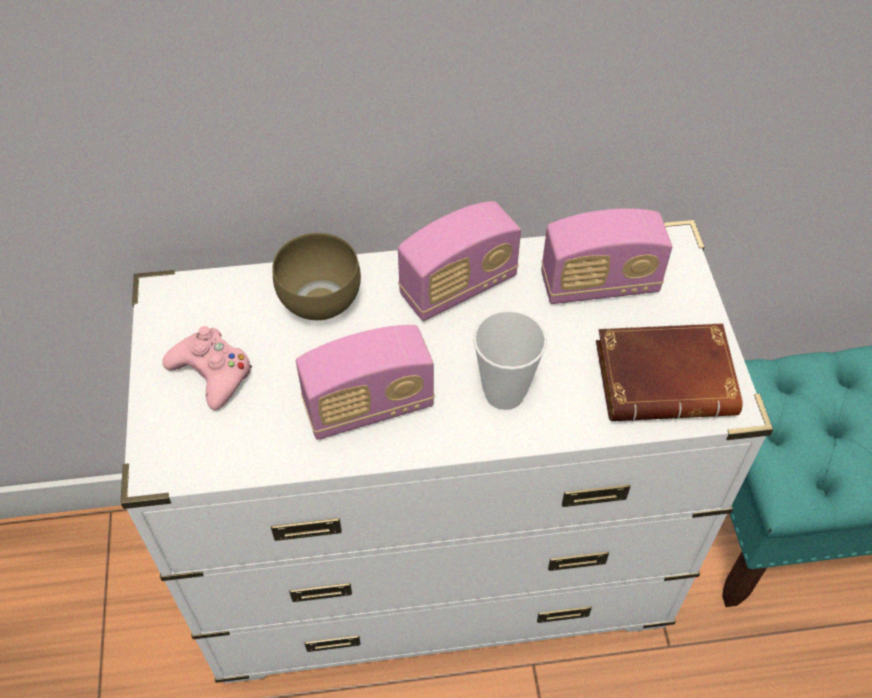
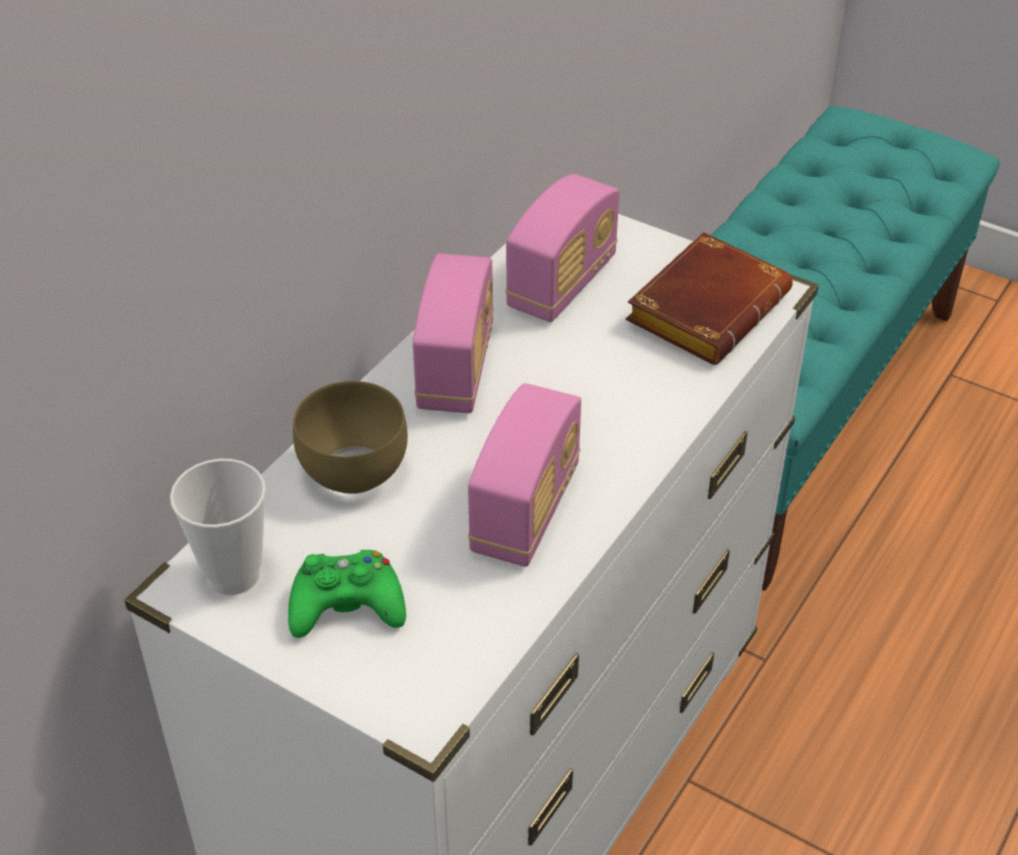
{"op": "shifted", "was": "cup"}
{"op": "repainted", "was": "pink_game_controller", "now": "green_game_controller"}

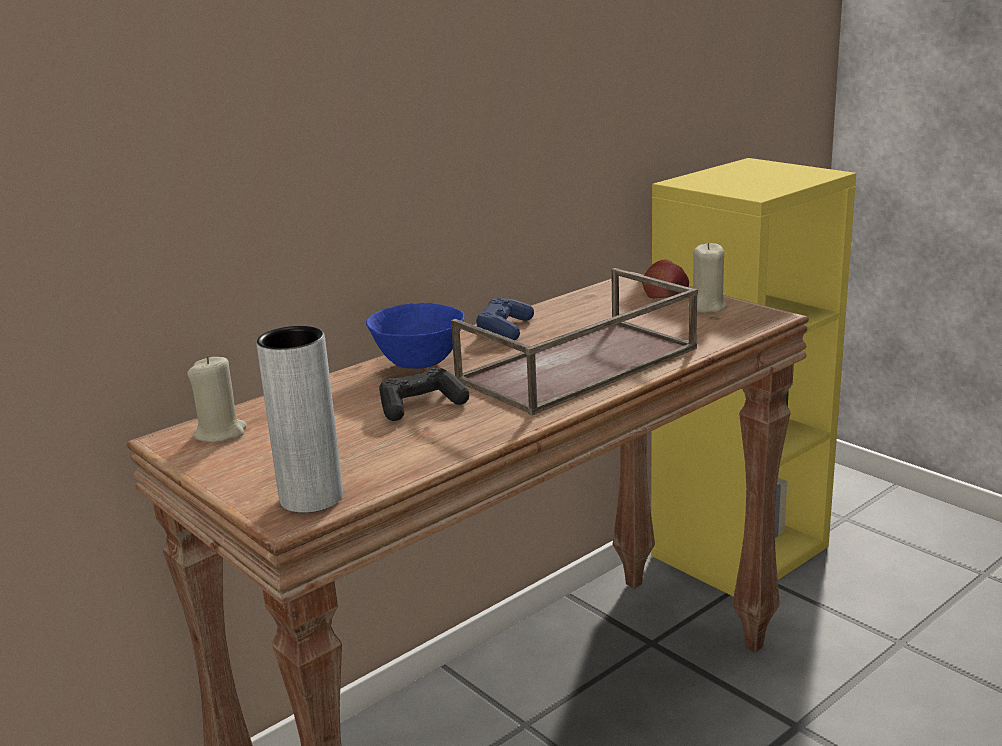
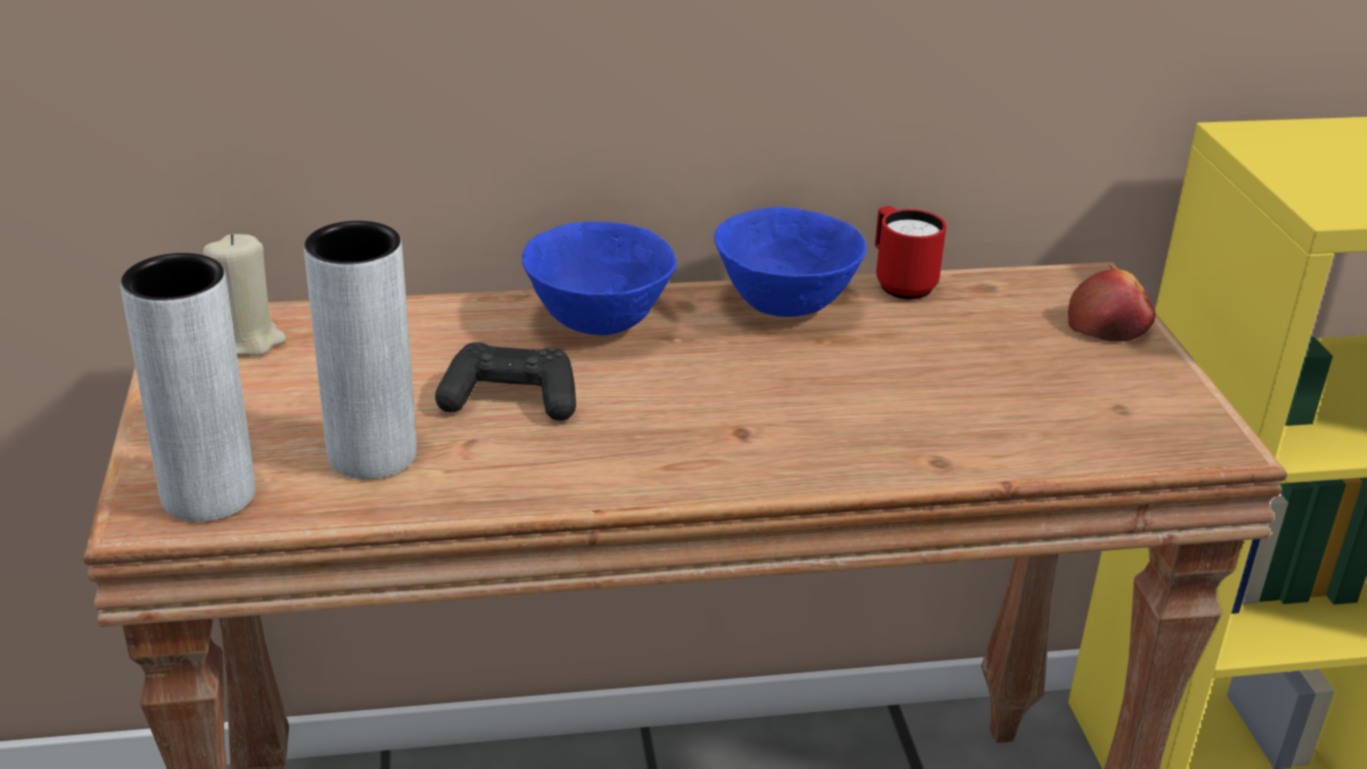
{"op": "new", "now": "grey_vase (no. 2 from left)"}
{"op": "swapped", "was": "blue_game_controller", "now": "blue_bowl (no. 2 from left)"}
{"op": "new", "now": "red_mug"}
{"op": "gone", "was": "brown_tray"}
{"op": "gone", "was": "beige_candle (no. 2 from left)"}

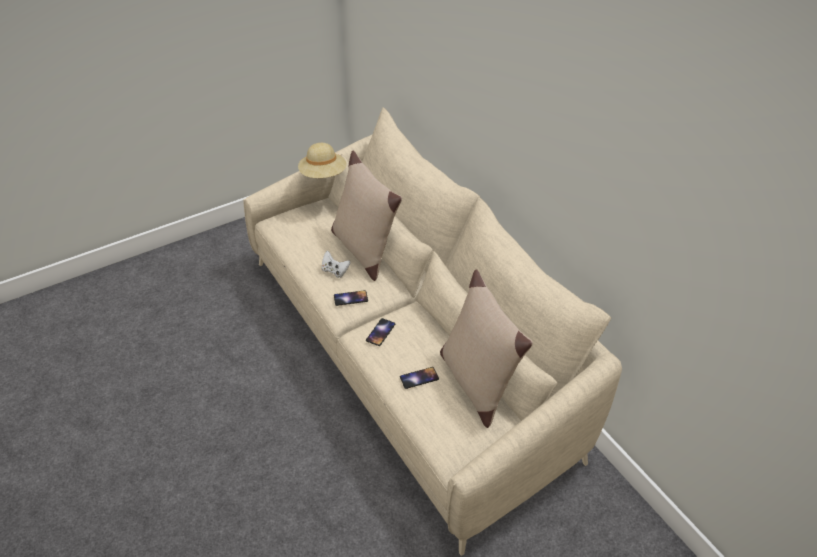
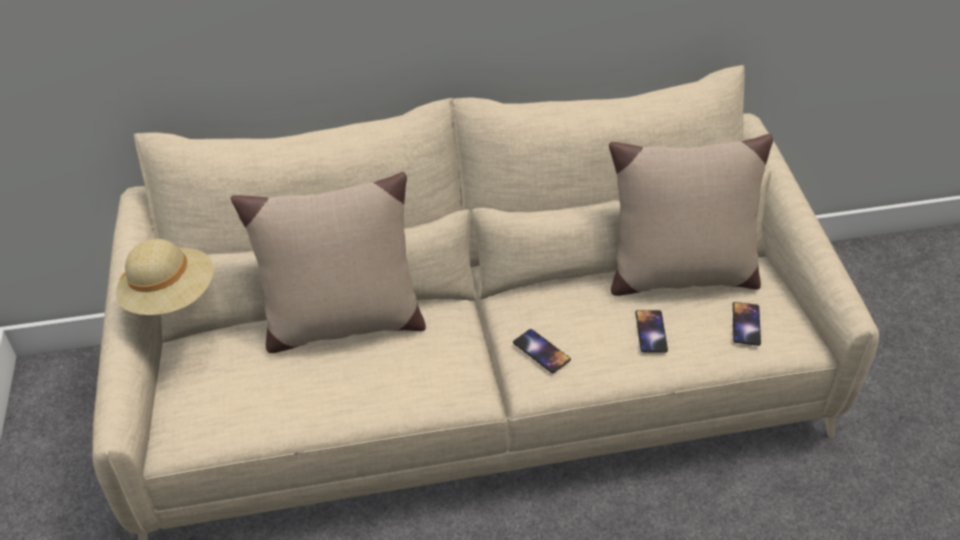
{"op": "shifted", "was": "phone (no. 1 from left in the first image)", "now": "phone (no. 3 from left)"}
{"op": "gone", "was": "white_game_controller"}

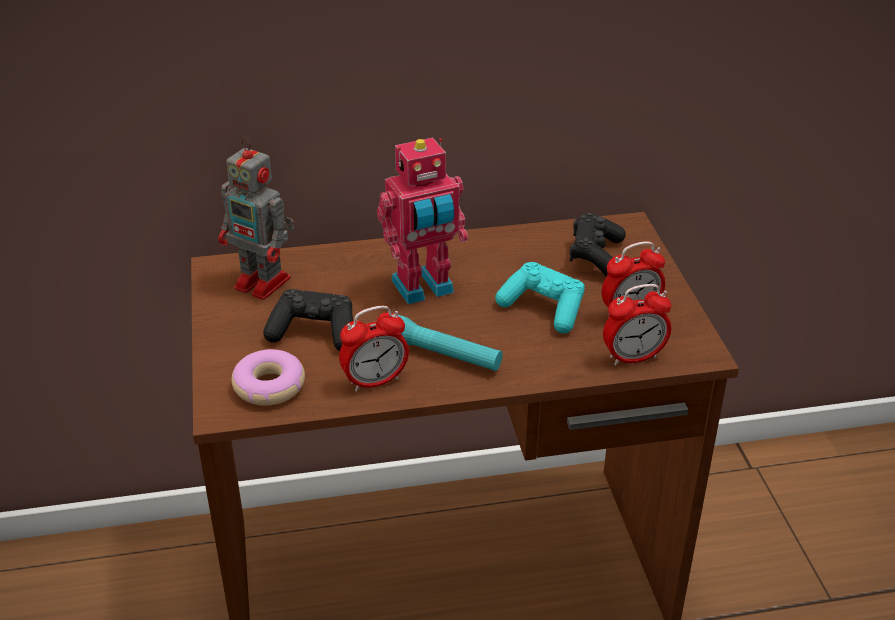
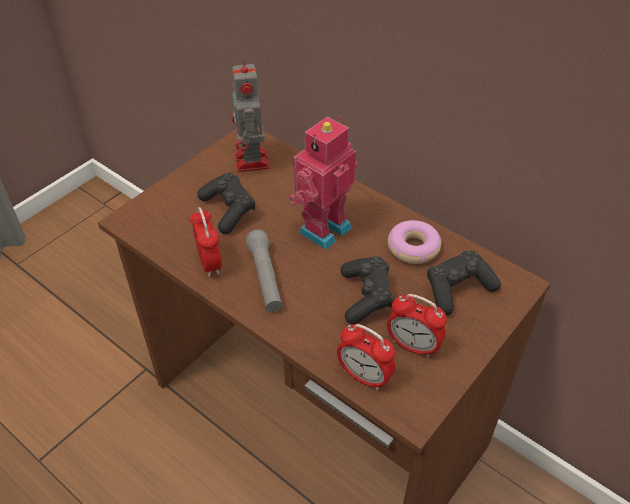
{"op": "rotated", "was": "alarm_clock (no. 1 from left)", "clockwise": -135}
{"op": "repainted", "was": "turquoise_flashlight", "now": "grey_flashlight"}
{"op": "rotated", "was": "toy_robot (no. 2 from left)", "clockwise": 105}
{"op": "repainted", "was": "turquoise_game_controller", "now": "black_game_controller (no. 2 from left)"}
{"op": "shifted", "was": "donut"}

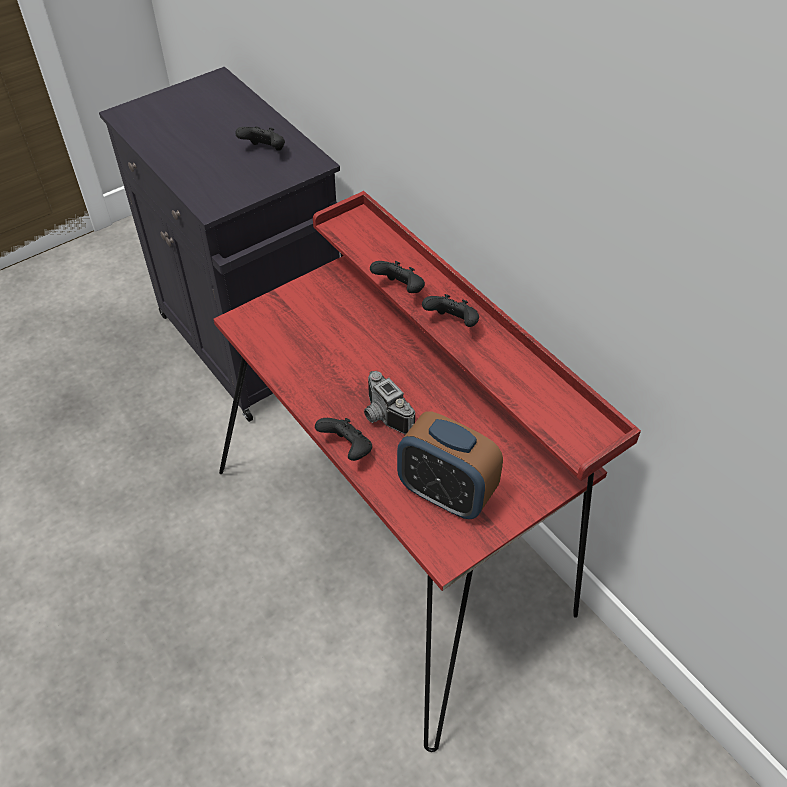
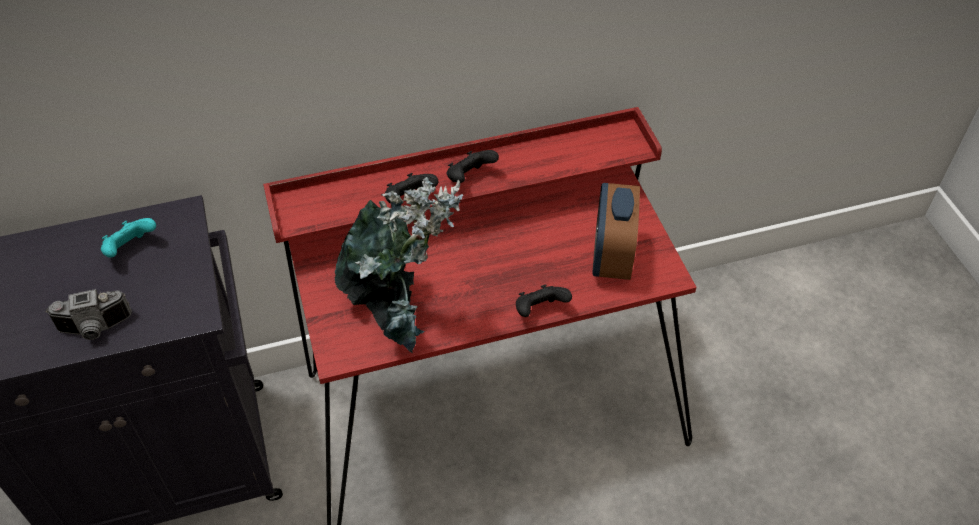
{"op": "shifted", "was": "photo_camera"}
{"op": "repainted", "was": "black_game_controller (no. 1 from left)", "now": "turquoise_game_controller"}
{"op": "new", "now": "potted_plant"}
{"op": "rotated", "was": "alarm_clock", "clockwise": 135}

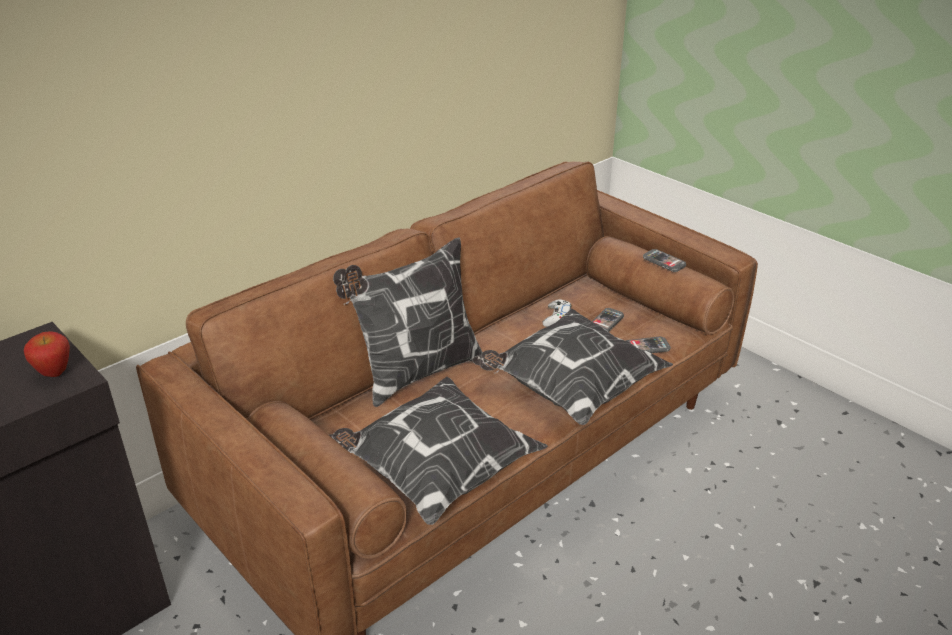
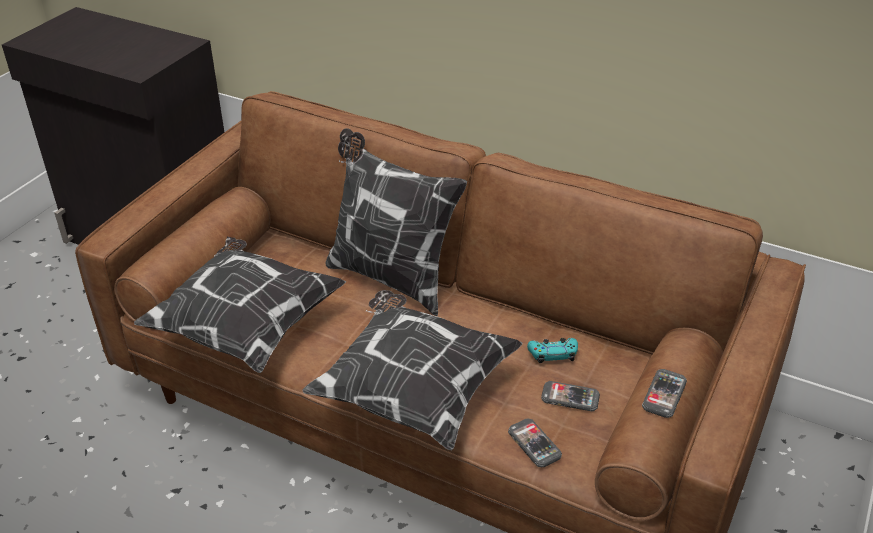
{"op": "repainted", "was": "white_game_controller", "now": "turquoise_game_controller"}
{"op": "gone", "was": "apple"}

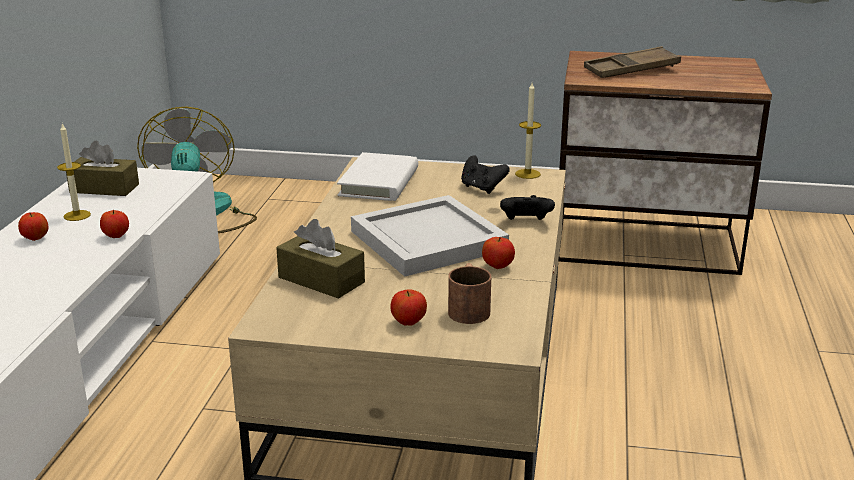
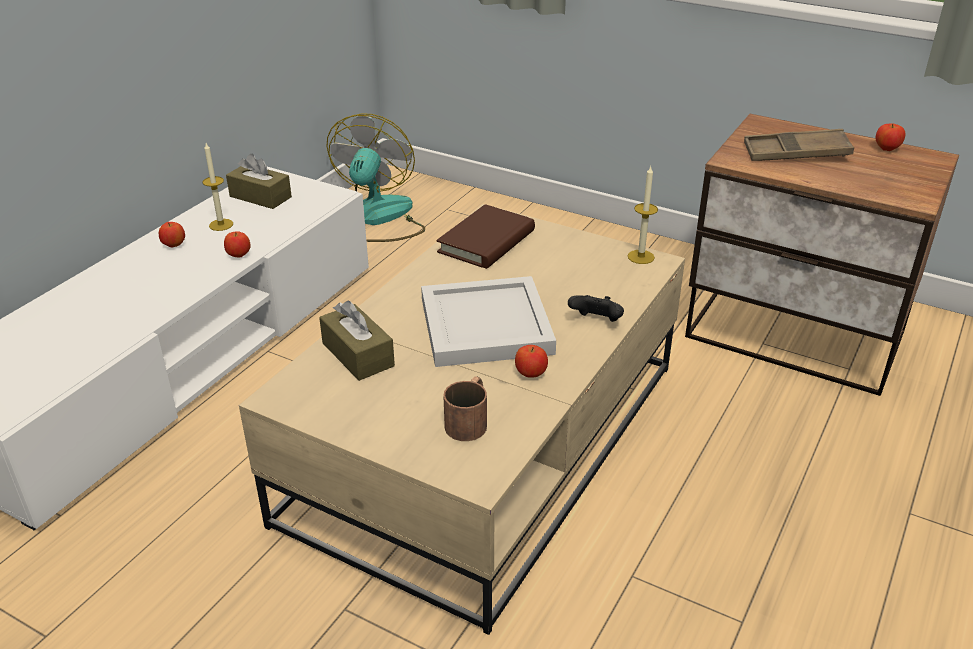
{"op": "repainted", "was": "white_book", "now": "brown_book"}
{"op": "shifted", "was": "apple (no. 3 from left in the first image)", "now": "apple (no. 4 from left)"}
{"op": "gone", "was": "black_game_controller (no. 1 from left)"}

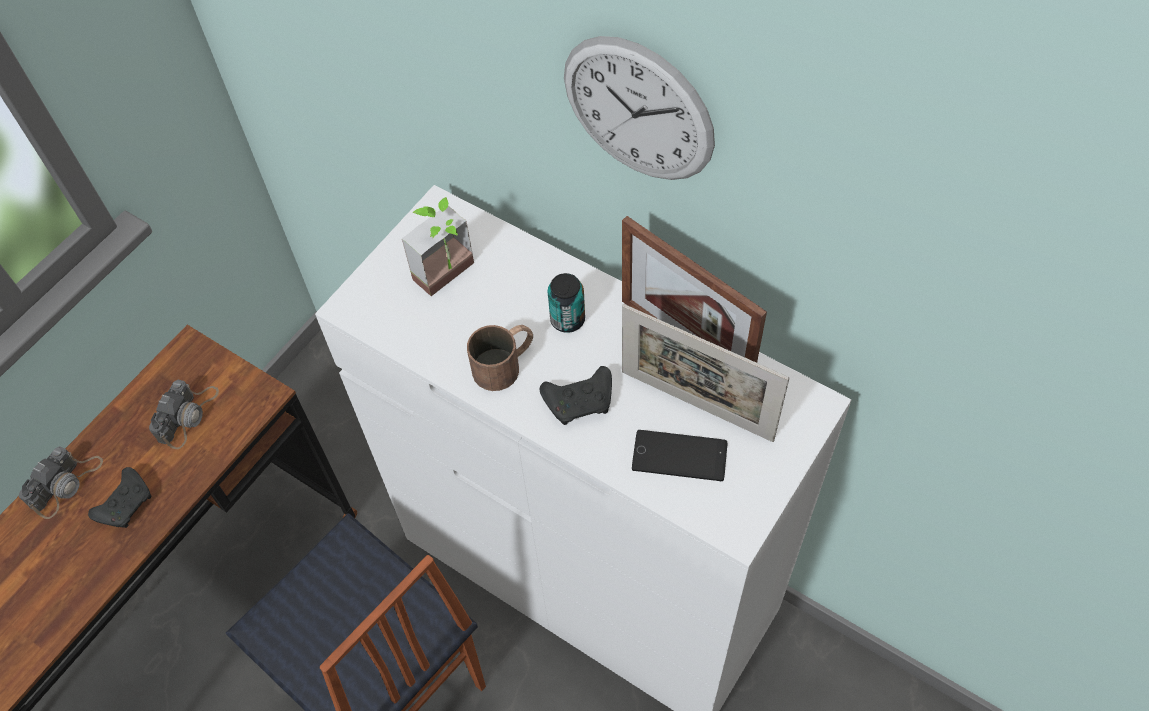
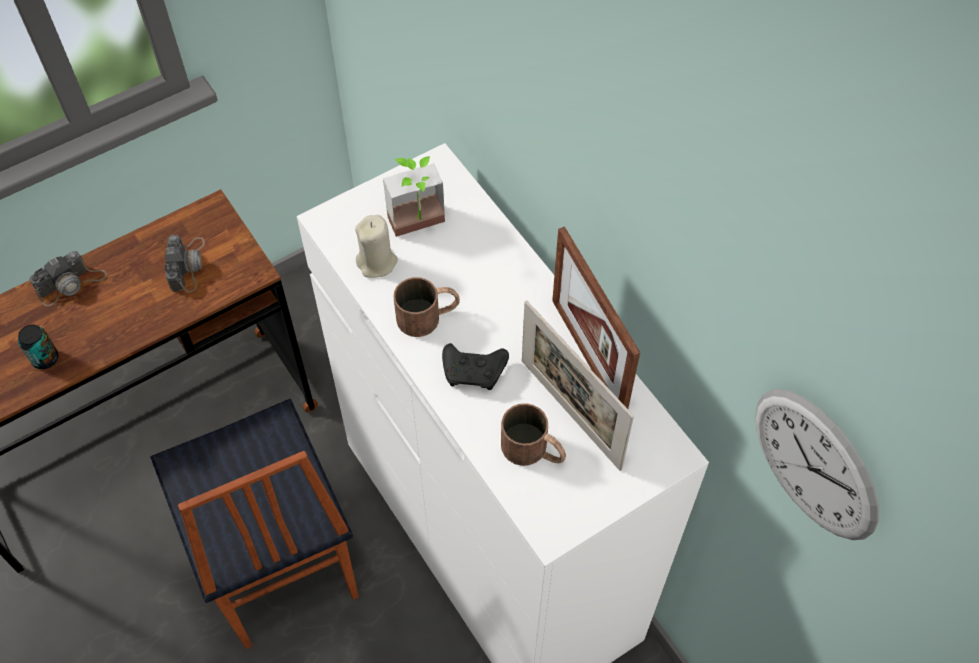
{"op": "shifted", "was": "can"}
{"op": "rotated", "was": "photo_camera (no. 2 from left)", "clockwise": -45}
{"op": "new", "now": "beige_candle"}
{"op": "swapped", "was": "phone", "now": "brown_mug (no. 2 from left)"}
{"op": "shifted", "was": "wall_clock"}
{"op": "gone", "was": "black_game_controller (no. 1 from left)"}

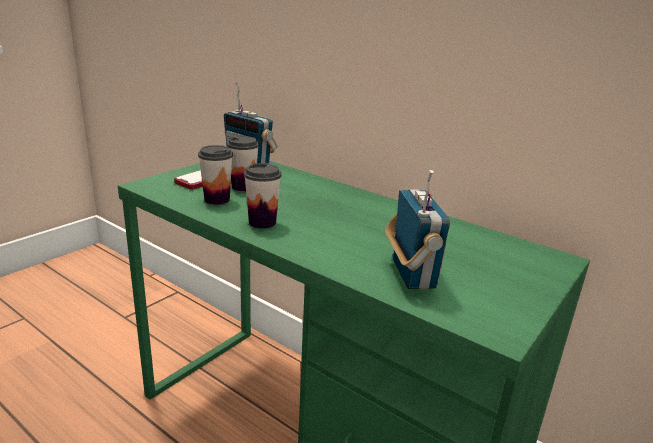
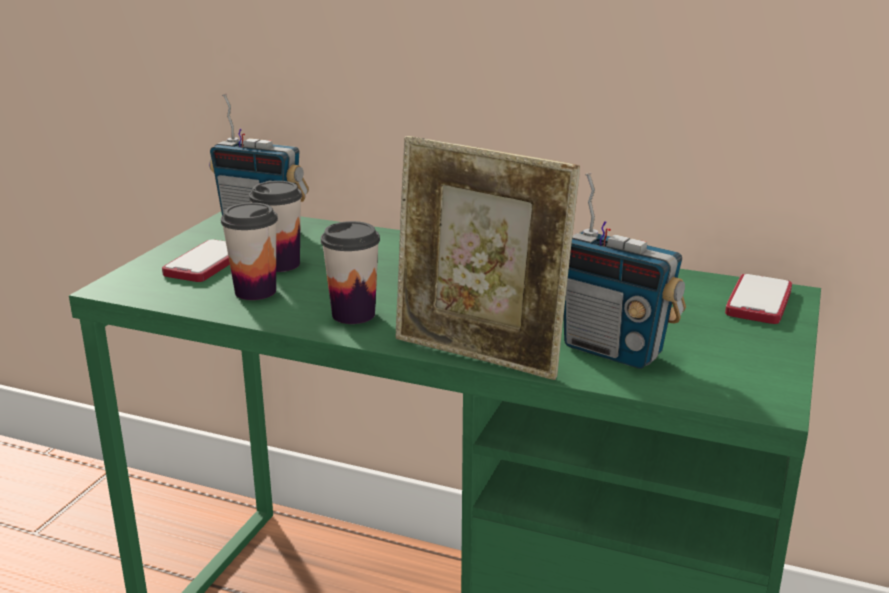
{"op": "new", "now": "picture_frame"}
{"op": "rotated", "was": "radio (no. 2 from left)", "clockwise": 150}
{"op": "new", "now": "phone (no. 2 from left)"}

